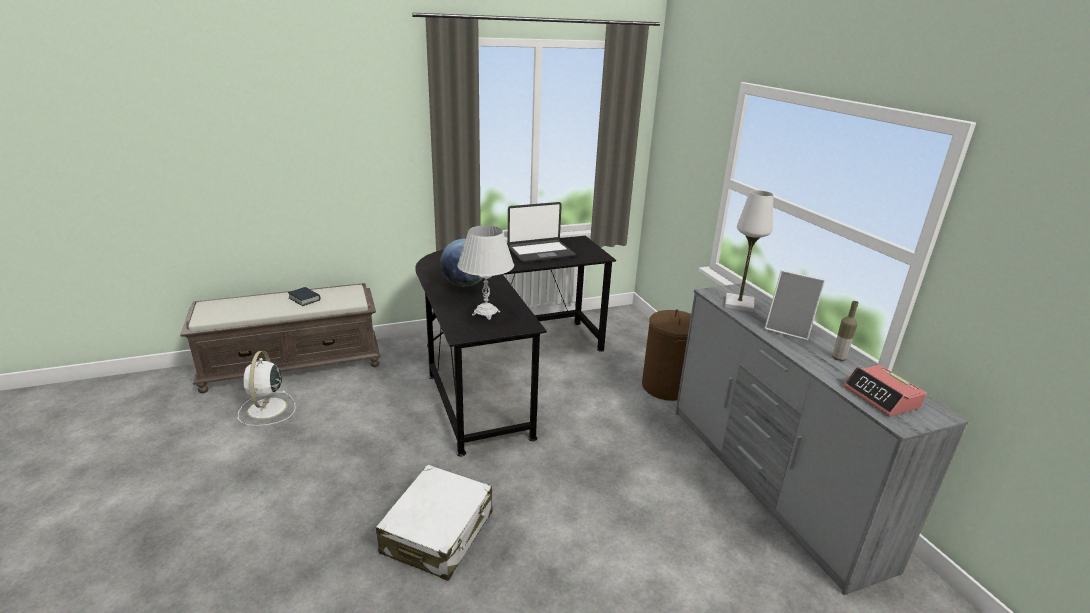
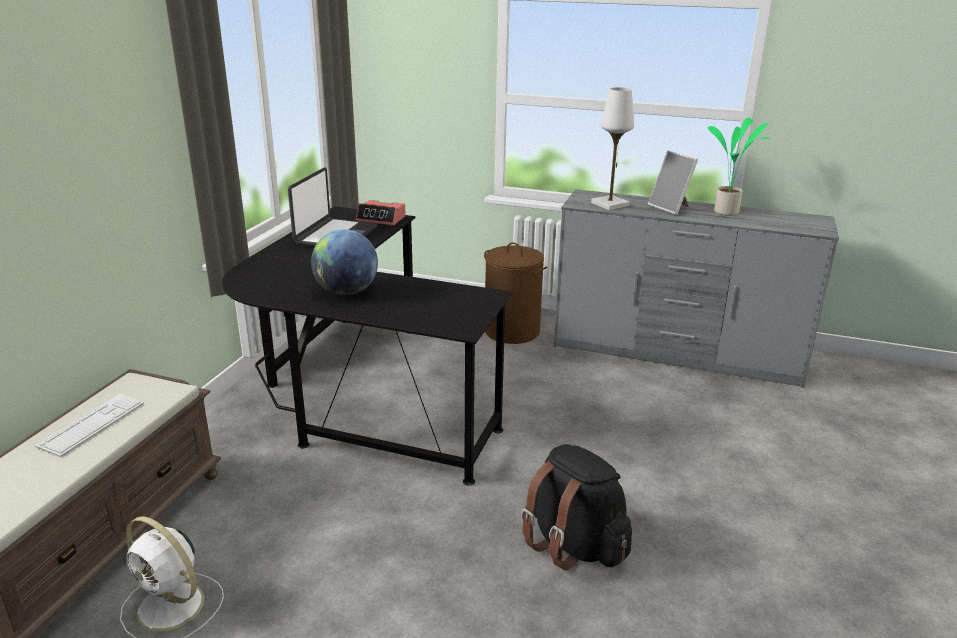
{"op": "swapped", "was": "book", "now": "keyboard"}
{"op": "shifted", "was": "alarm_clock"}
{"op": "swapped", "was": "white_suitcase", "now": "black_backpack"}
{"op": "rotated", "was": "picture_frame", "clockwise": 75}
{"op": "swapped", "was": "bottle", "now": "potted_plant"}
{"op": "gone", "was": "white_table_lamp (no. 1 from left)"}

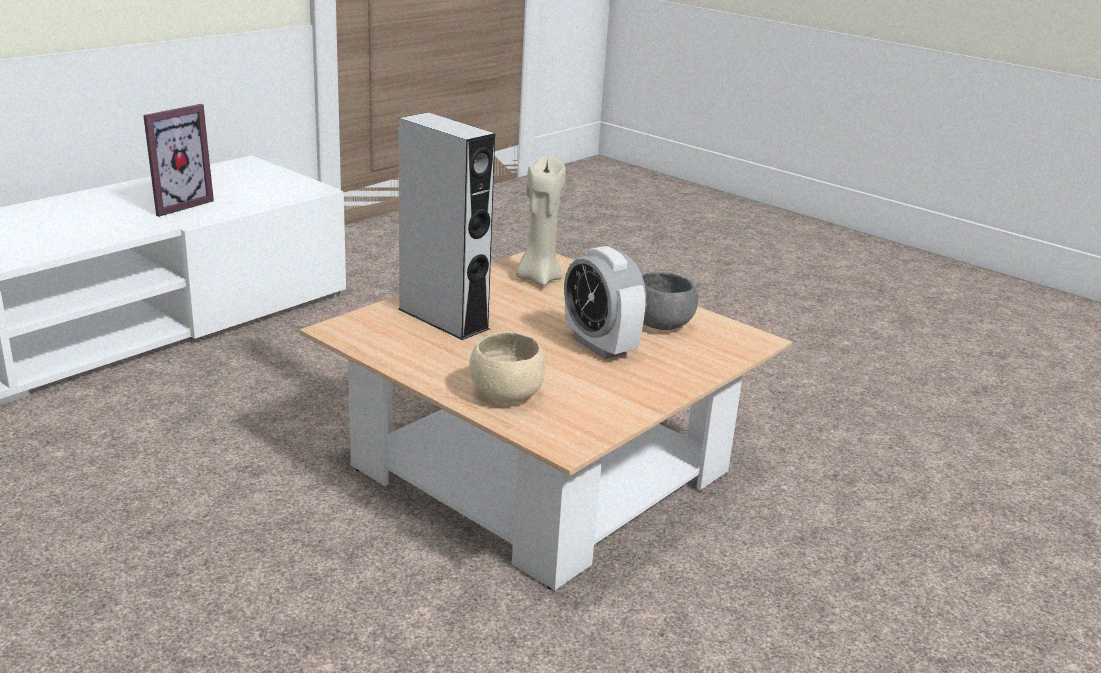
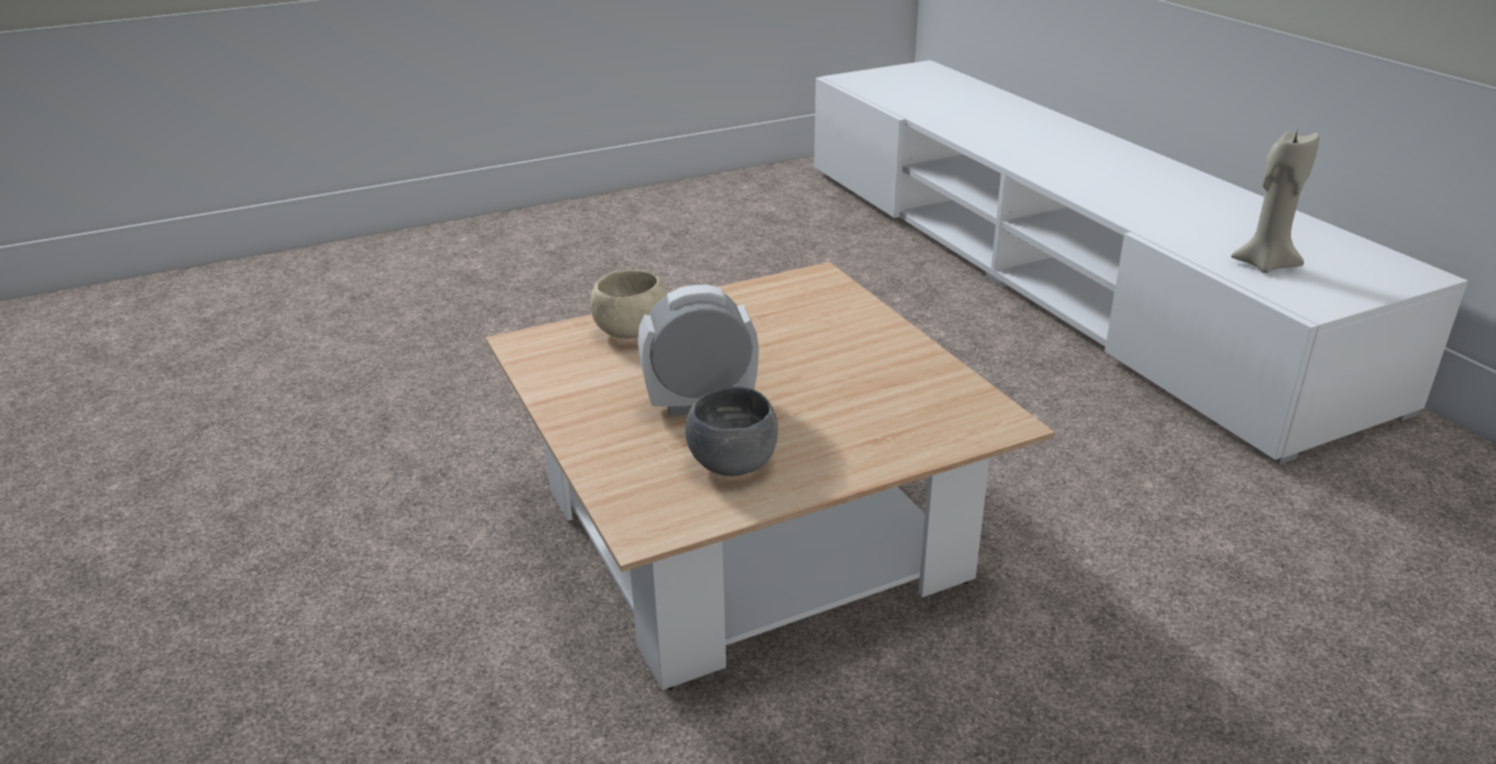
{"op": "shifted", "was": "beige_candle"}
{"op": "gone", "was": "picture_frame"}
{"op": "gone", "was": "grey_speaker"}

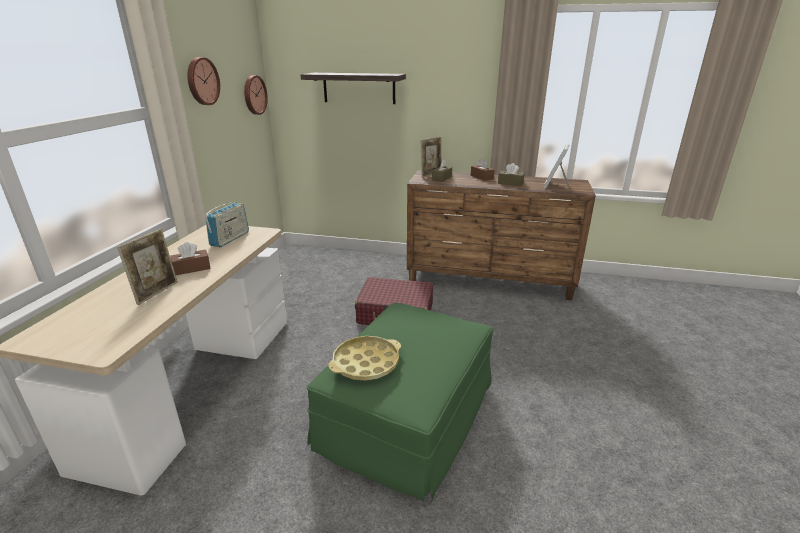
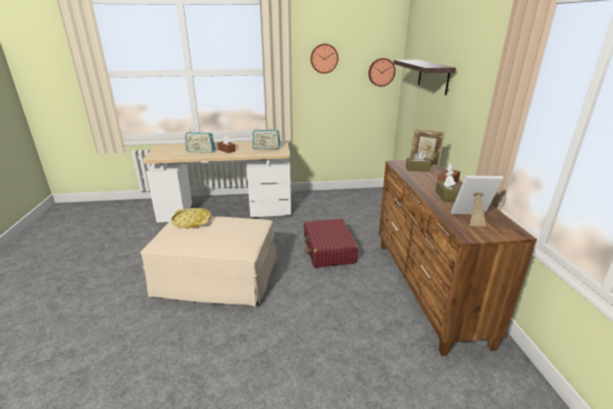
{"op": "repainted", "was": "green_ottoman", "now": "beige_ottoman"}
{"op": "swapped", "was": "picture_frame (no. 1 from left)", "now": "radio (no. 1 from left)"}

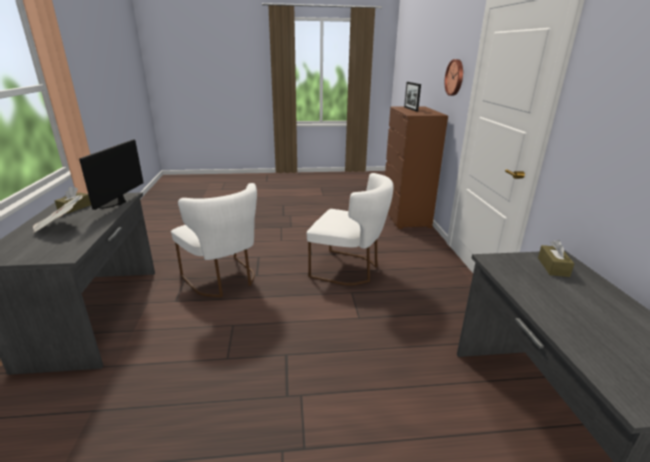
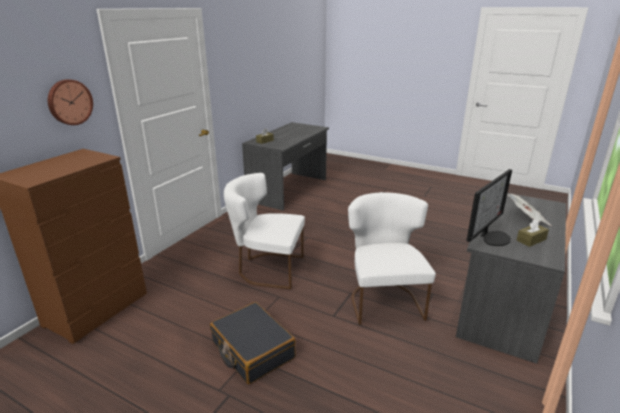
{"op": "new", "now": "black_suitcase"}
{"op": "rotated", "was": "white_chair (no. 2 from left in the first image)", "clockwise": -45}
{"op": "gone", "was": "picture_frame"}

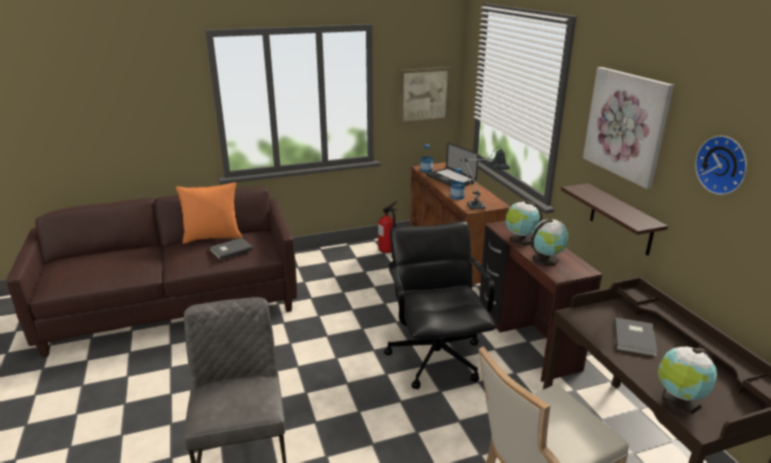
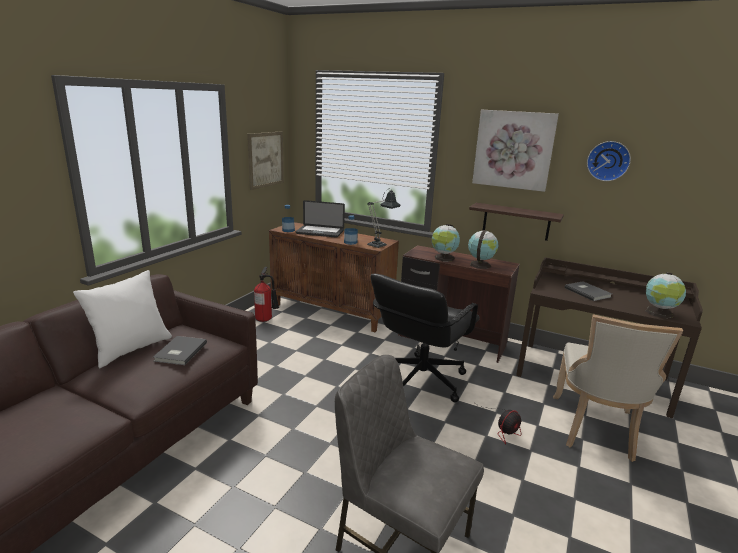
{"op": "repainted", "was": "orange_pillow", "now": "white_pillow"}
{"op": "rotated", "was": "black_office_chair", "clockwise": -90}
{"op": "new", "now": "fan"}

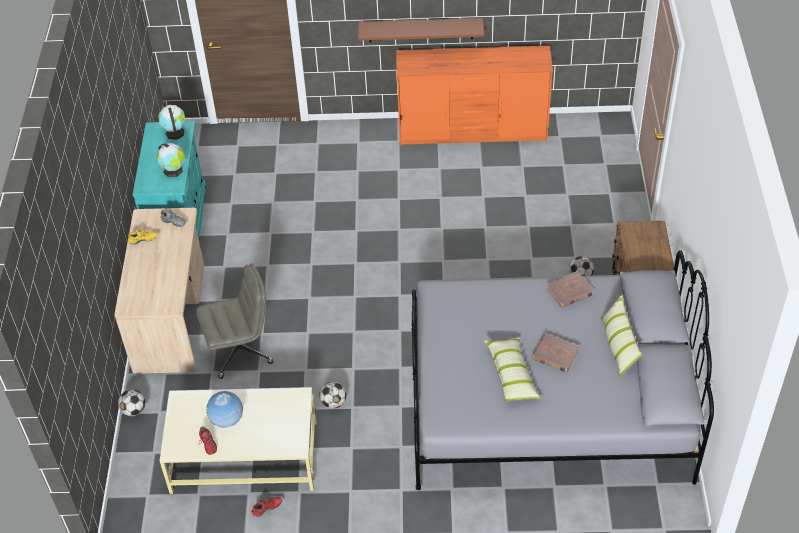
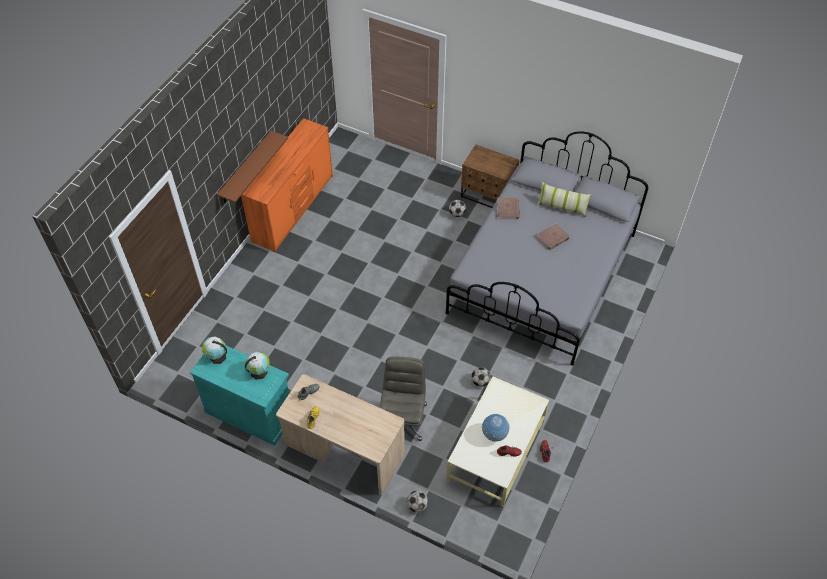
{"op": "gone", "was": "pillow (no. 1 from left)"}

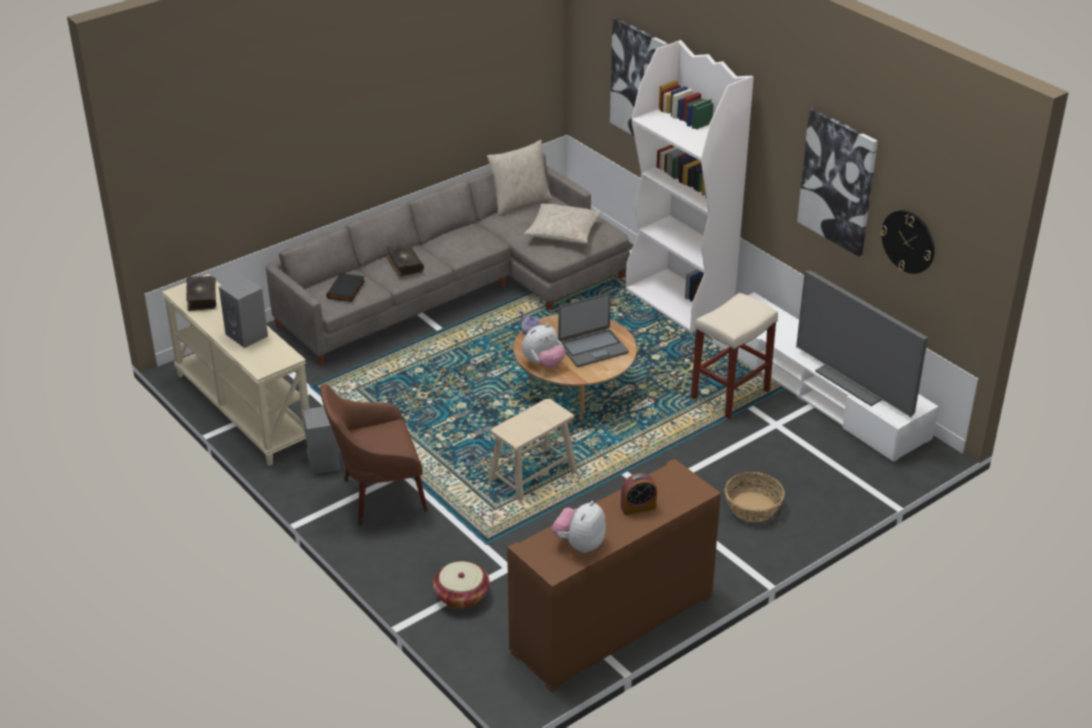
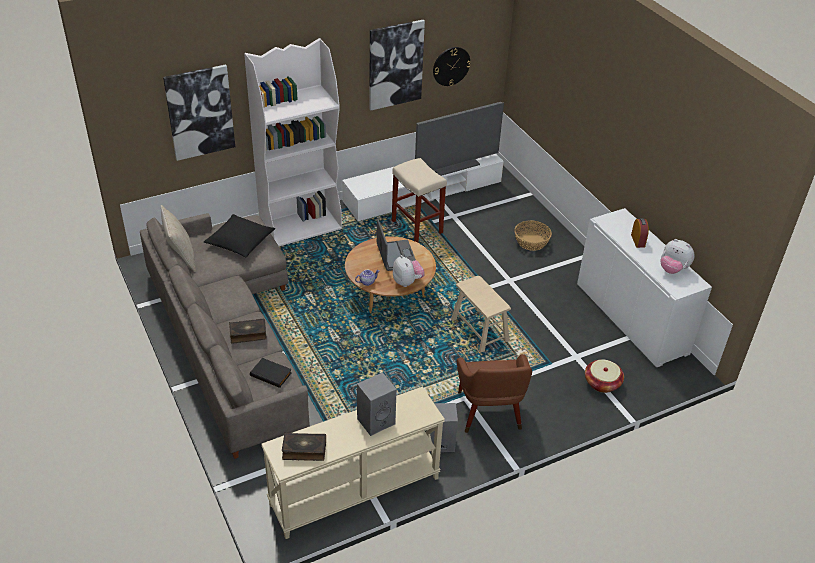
{"op": "repainted", "was": "beige_pillow (no. 2 from left)", "now": "black_pillow"}
{"op": "repainted", "was": "brown_cabinet", "now": "white_cabinet"}

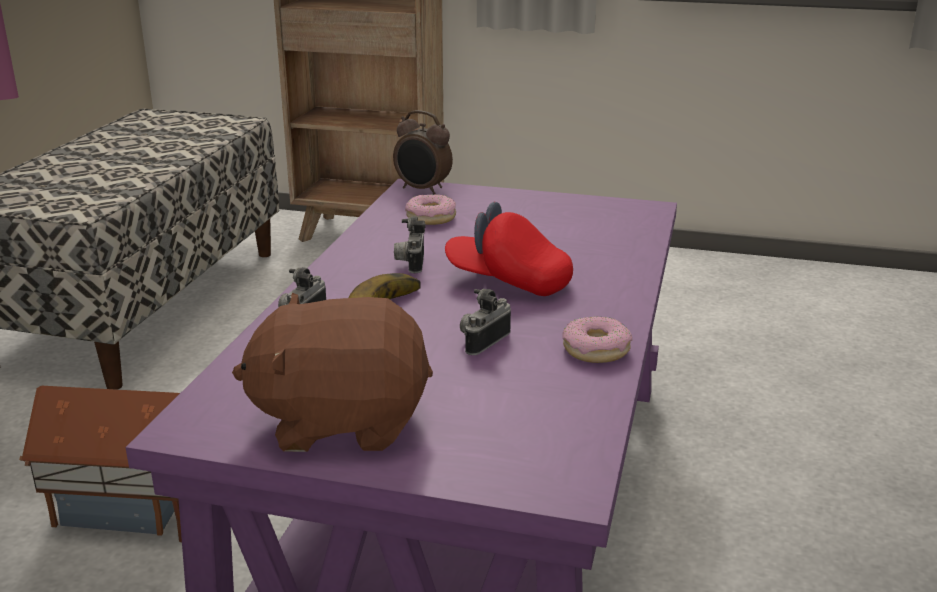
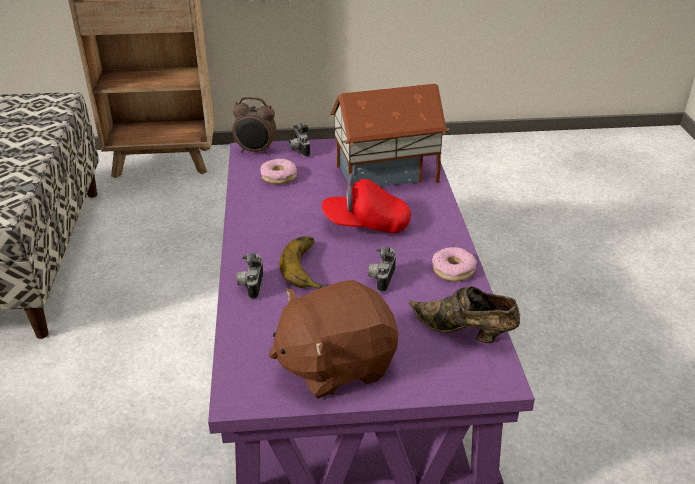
{"op": "shifted", "was": "photo_camera (no. 2 from left)"}
{"op": "shifted", "was": "toy_house"}
{"op": "new", "now": "brown_shoe"}

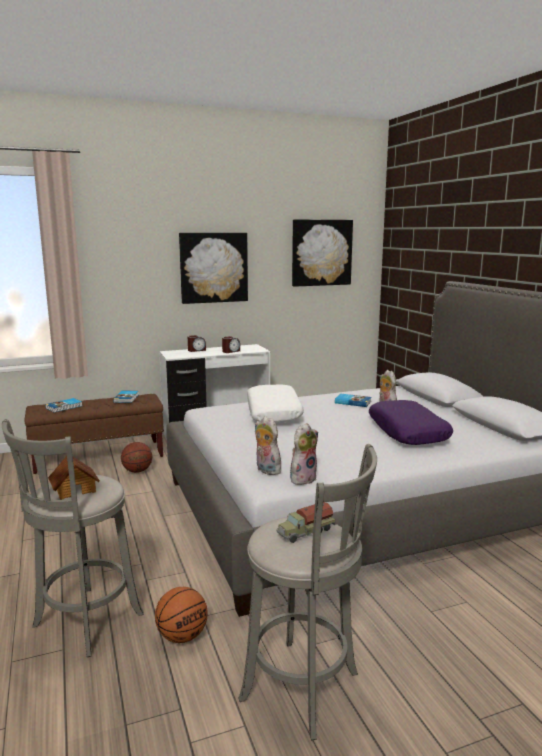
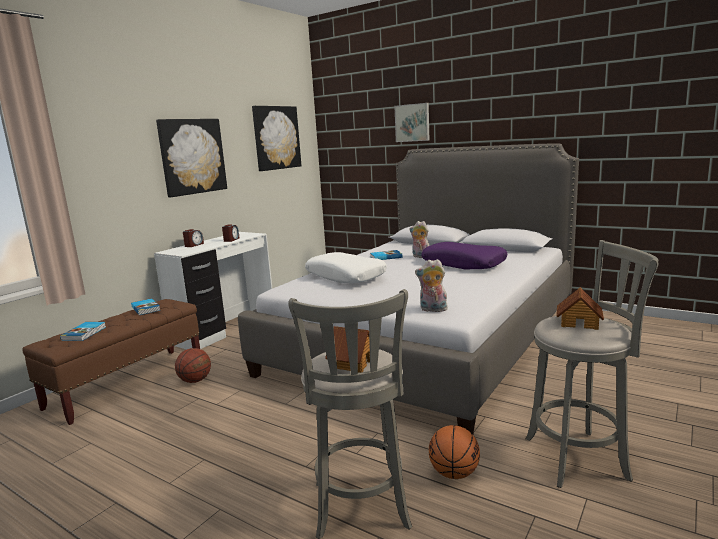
{"op": "new", "now": "picture (no. 3 from left)"}
{"op": "swapped", "was": "toy_truck", "now": "toy_house (no. 2 from left)"}
{"op": "gone", "was": "plush_toy (no. 2 from left)"}

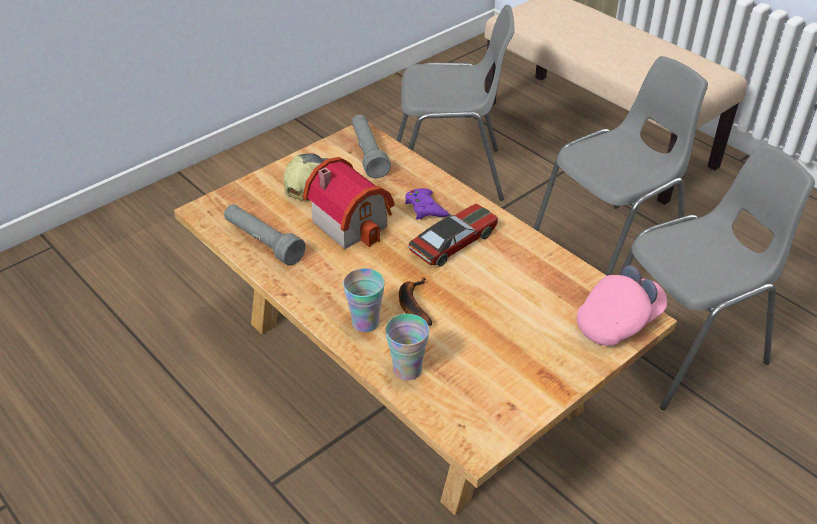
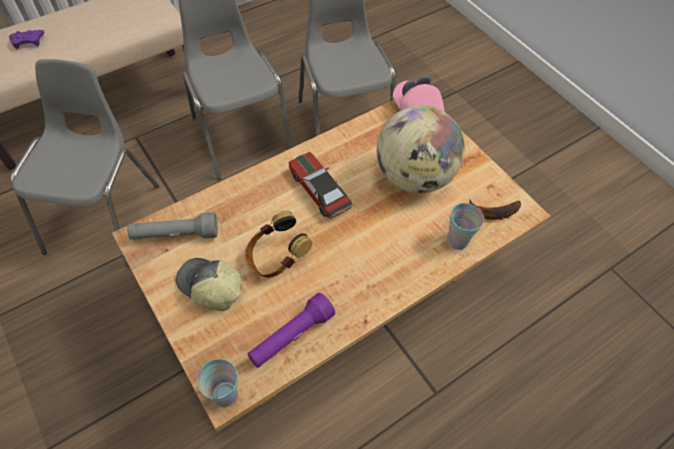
{"op": "shifted", "was": "purple_game_controller"}
{"op": "shifted", "was": "cup (no. 1 from left)"}
{"op": "swapped", "was": "toy_house", "now": "headphones"}
{"op": "repainted", "was": "grey_flashlight (no. 1 from left)", "now": "purple_flashlight"}
{"op": "new", "now": "globe"}
{"op": "shifted", "was": "banana"}

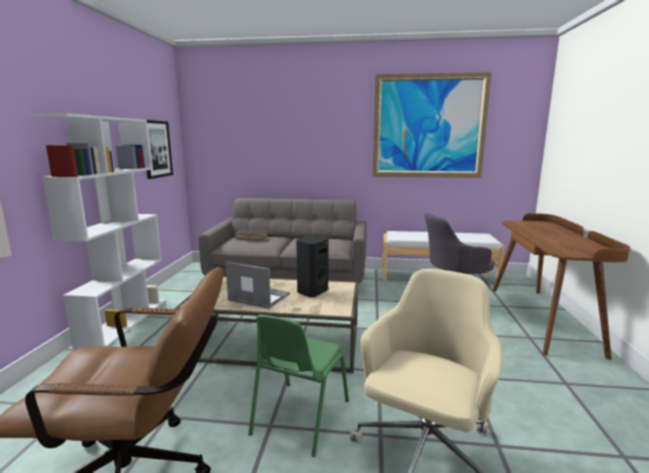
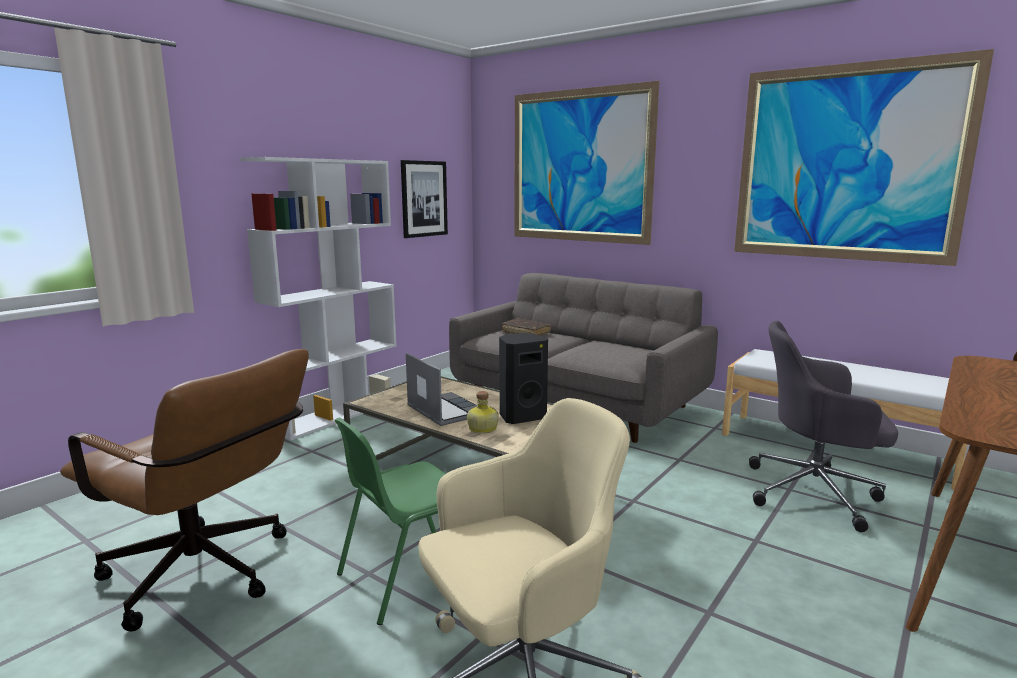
{"op": "new", "now": "bottle"}
{"op": "new", "now": "picture (no. 2 from left)"}

